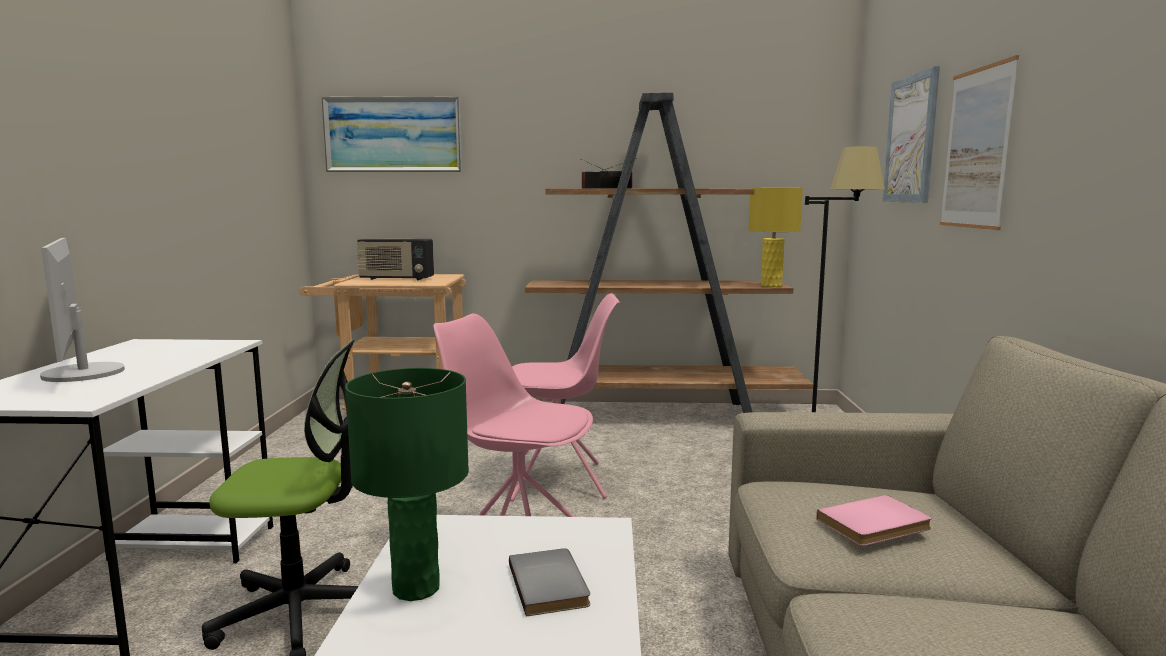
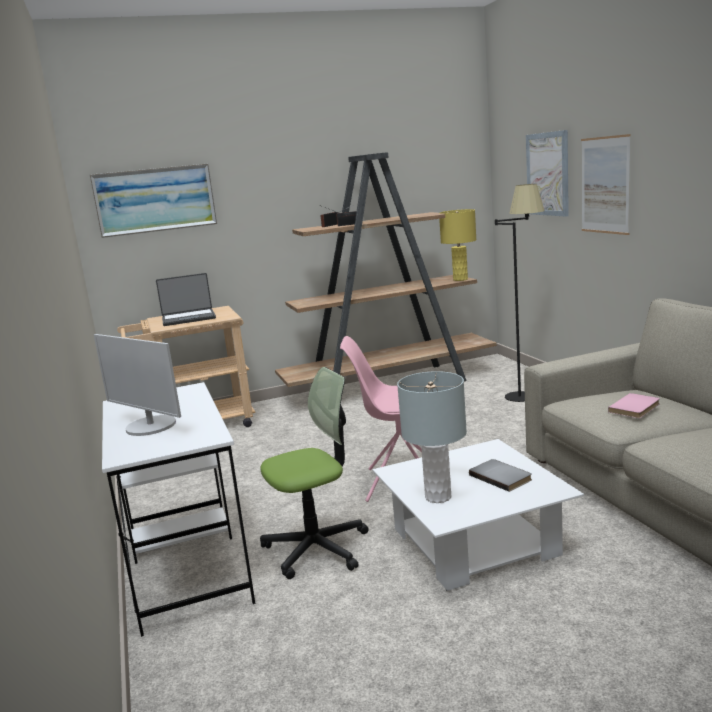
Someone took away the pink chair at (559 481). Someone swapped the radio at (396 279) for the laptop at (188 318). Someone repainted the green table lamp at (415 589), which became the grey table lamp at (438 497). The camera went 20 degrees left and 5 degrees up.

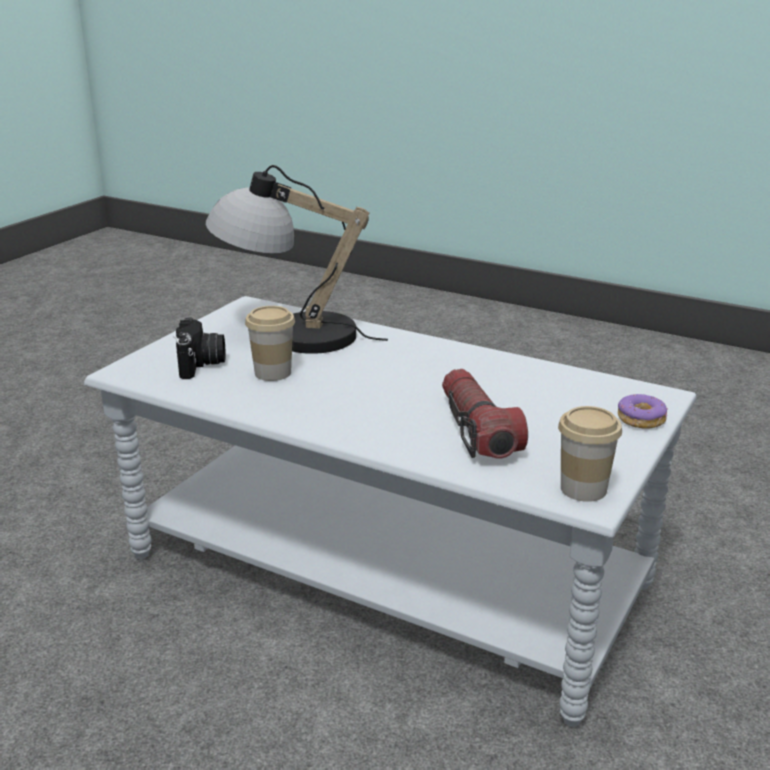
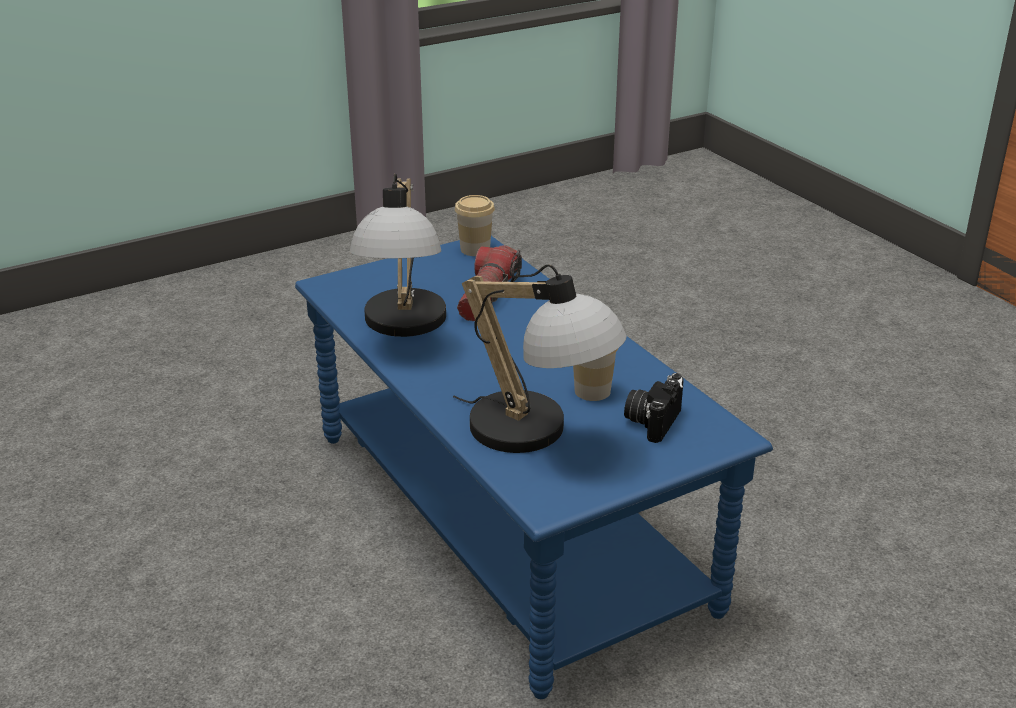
Someone took away the donut at (641 419). Someone put down the table lamp at (404 328). Someone repainted the grey coffee table at (386 572), which became the blue coffee table at (507 519). The camera went 150 degrees left and 5 degrees up.

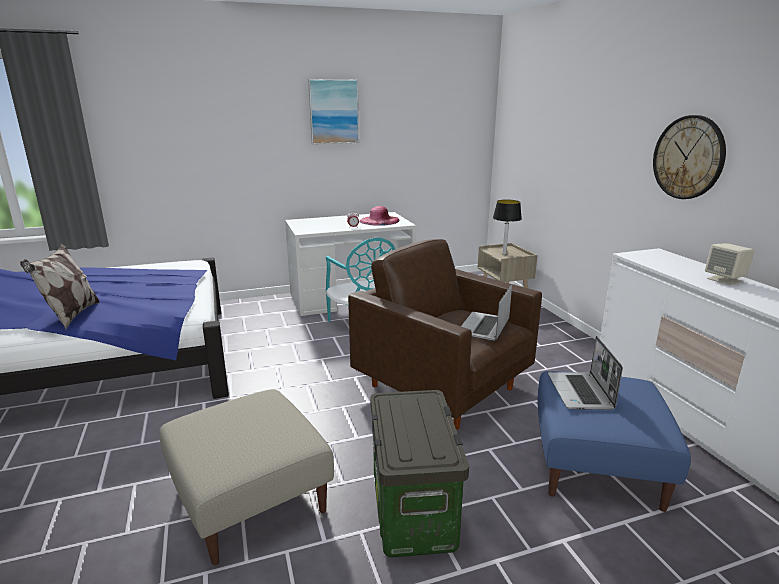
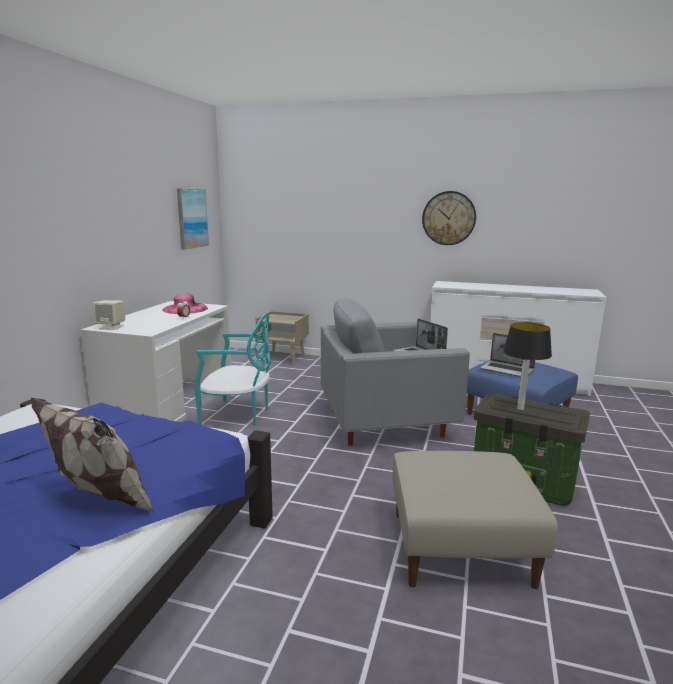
Someone carried the picture from (334 111) to (192 218). Someone carried the table lamp from (503 254) to (520 409). Someone carried the beige speaker from (725 280) to (111 327). Someone repainted the brown armchair at (443 388), which became the grey armchair at (386 422). The camera went 55 degrees left and 5 degrees down.

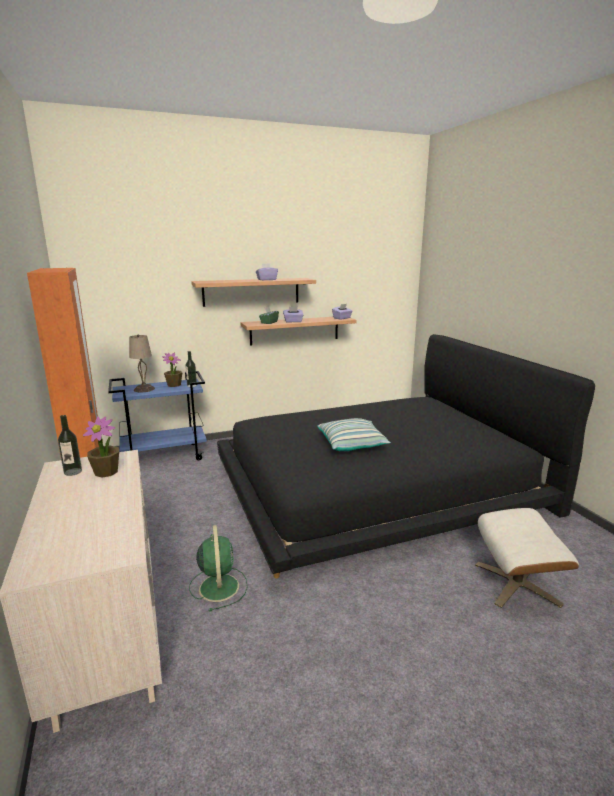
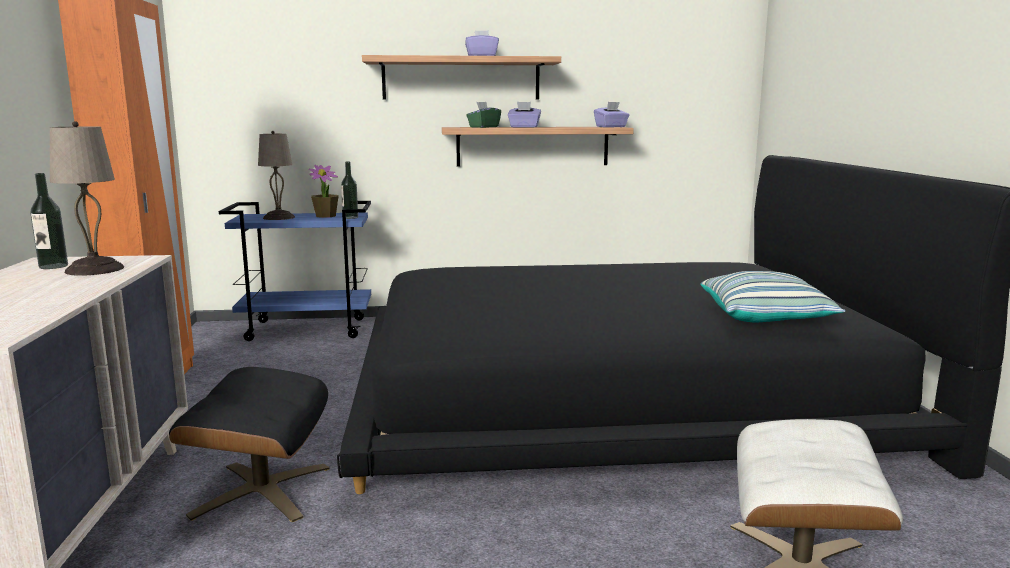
Someone carried the pillow from (352 444) to (766 317). Someone swapped the potted plant at (106 472) for the beige table lamp at (96 269). Someone swapped the green fan at (219 586) for the black ottoman at (261 491). The camera went 15 degrees right and 5 degrees down.

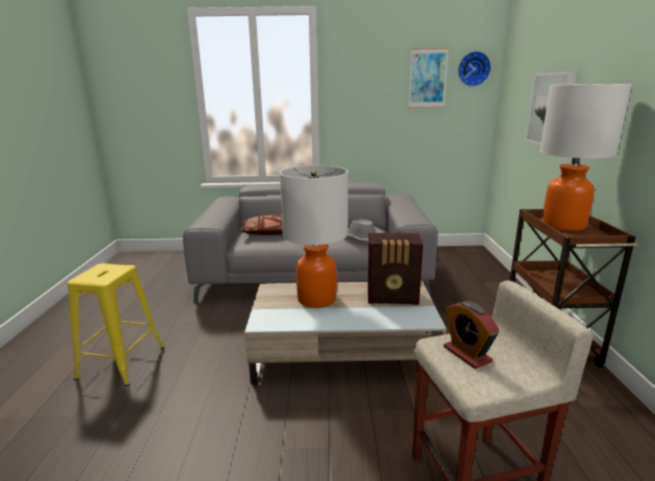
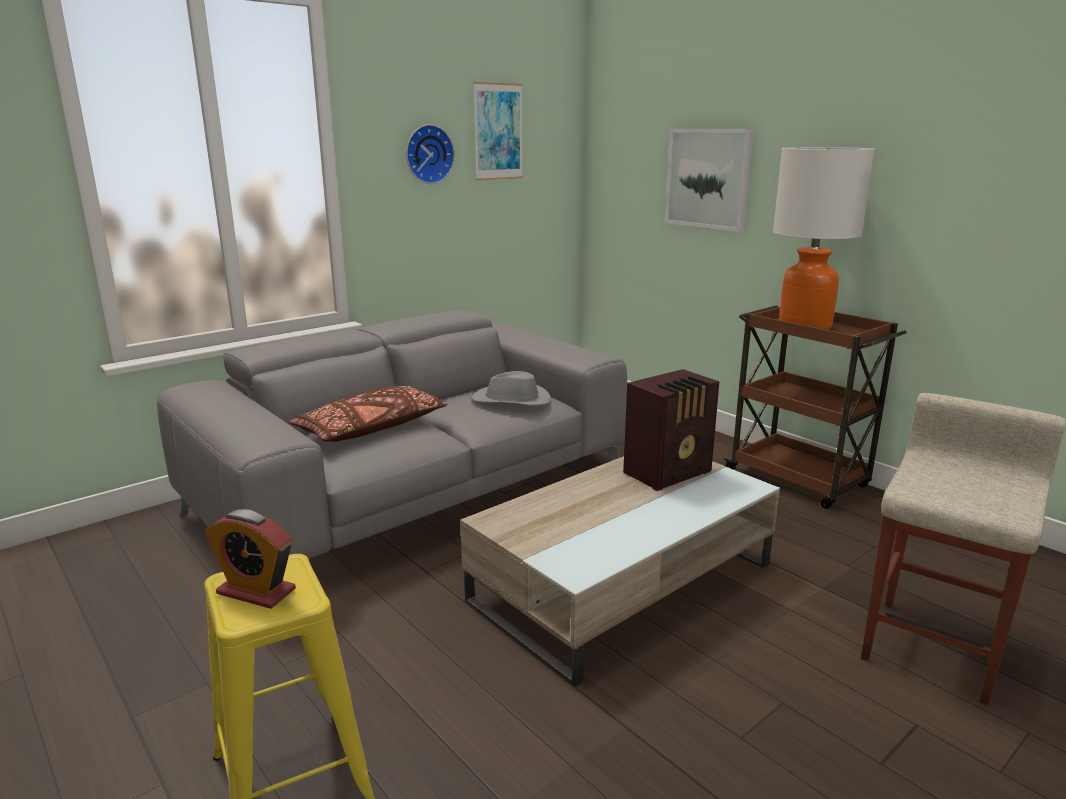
Someone took away the table lamp at (317 299). Someone carried the alarm clock from (467 354) to (256 591). Someone carried the wall clock from (473 69) to (428 154). The camera went 40 degrees left and 0 degrees up.

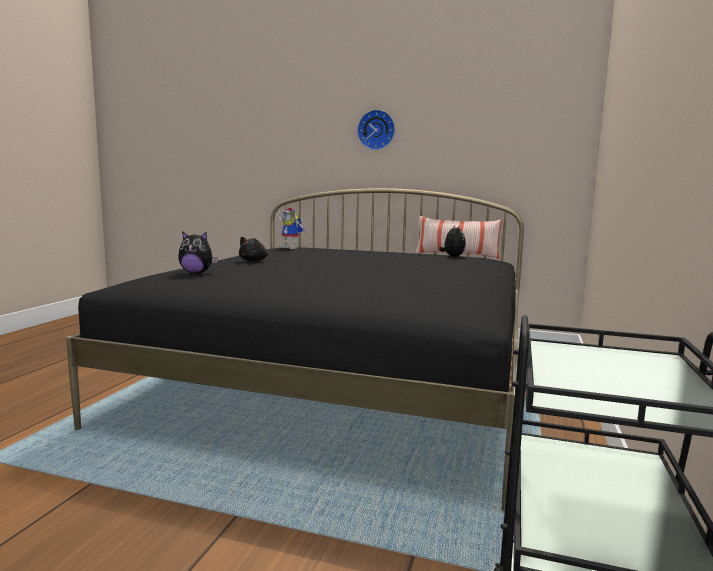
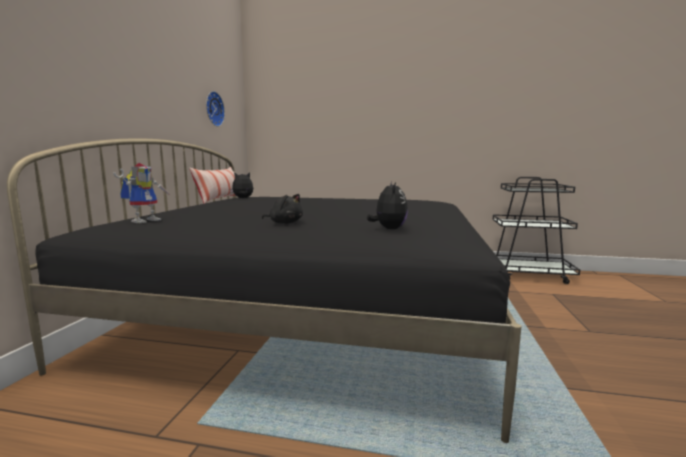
Someone carried the wall clock from (376 130) to (213 109). The camera went 95 degrees left and 0 degrees up.

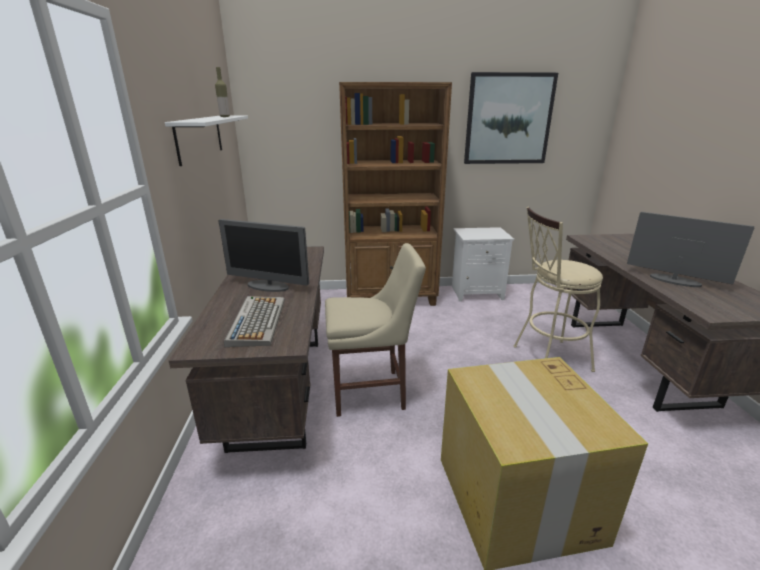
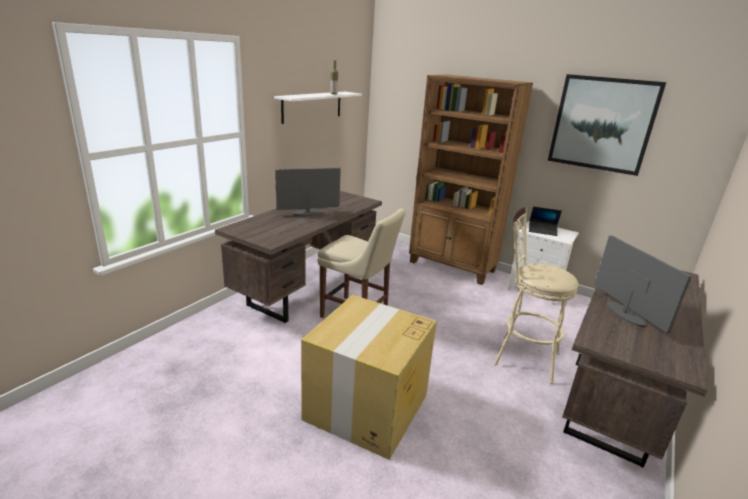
Someone took away the keyboard at (257 321). Someone put down the laptop at (542 231). Someone rotated the monitor at (268 286) by 105 degrees clockwise. The camera went 35 degrees right and 0 degrees up.

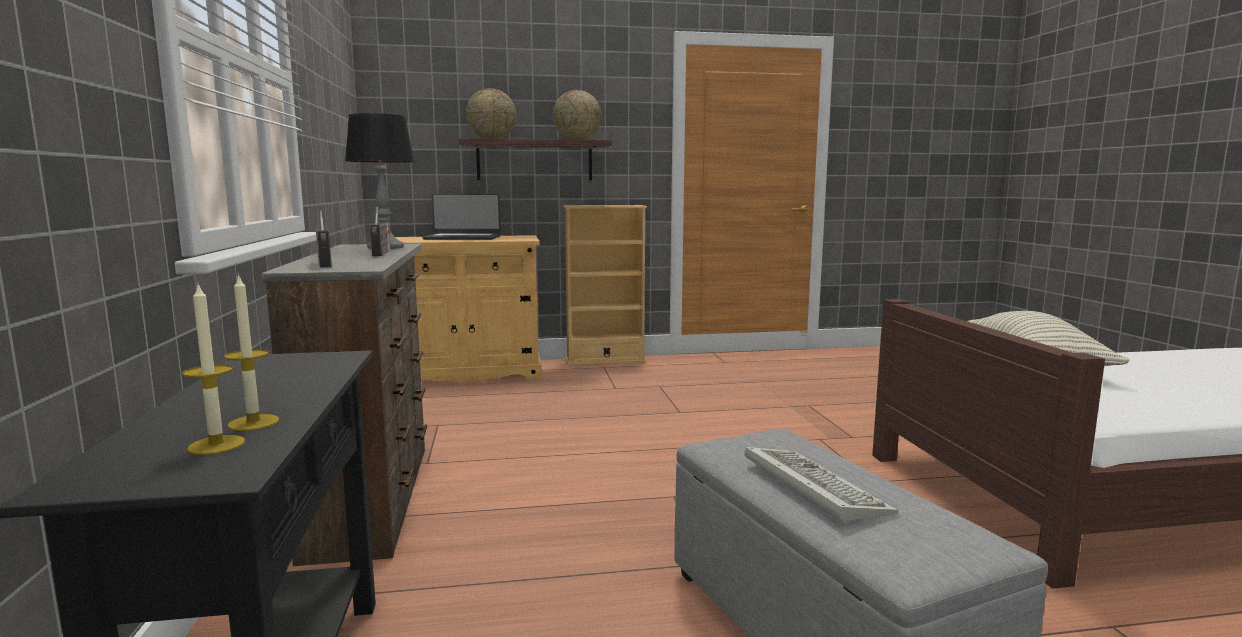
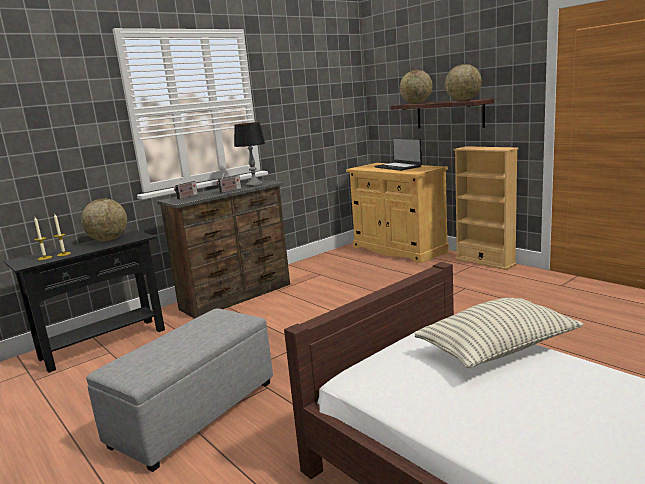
Someone took away the keyboard at (809 487). Someone put down the globe at (108 240). The camera went 60 degrees right and 5 degrees up.

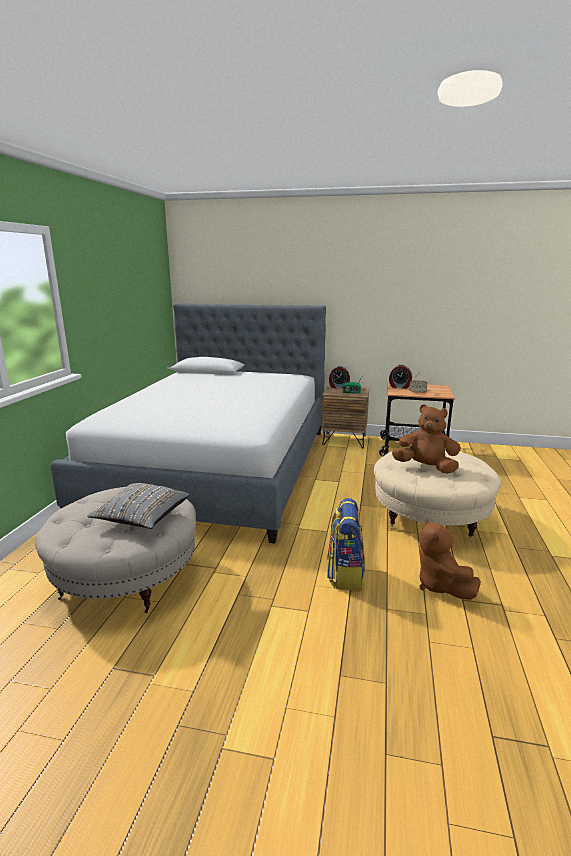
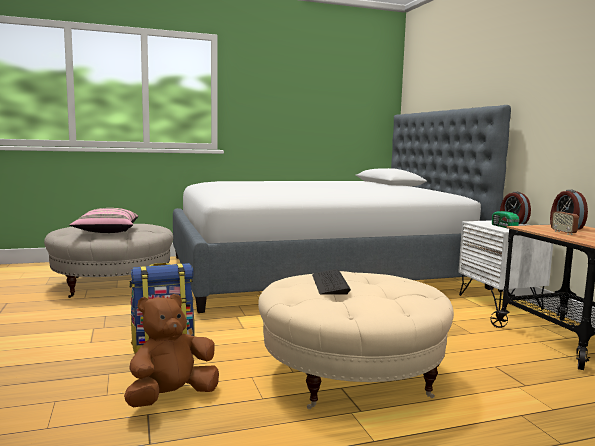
Someone swapped the brown plush toy at (425 467) for the keyboard at (330 283). Someone repainted the grey pillow at (142 518), which became the pink pillow at (106 232). Someone repainted the brown nightstand at (344 440), which became the white nightstand at (500 302). The camera went 60 degrees right and 10 degrees down.

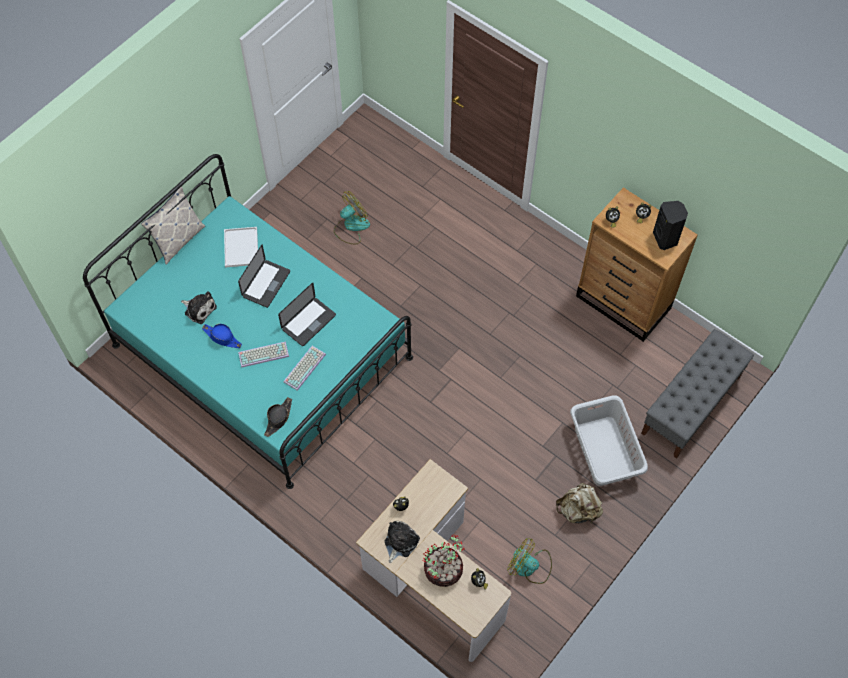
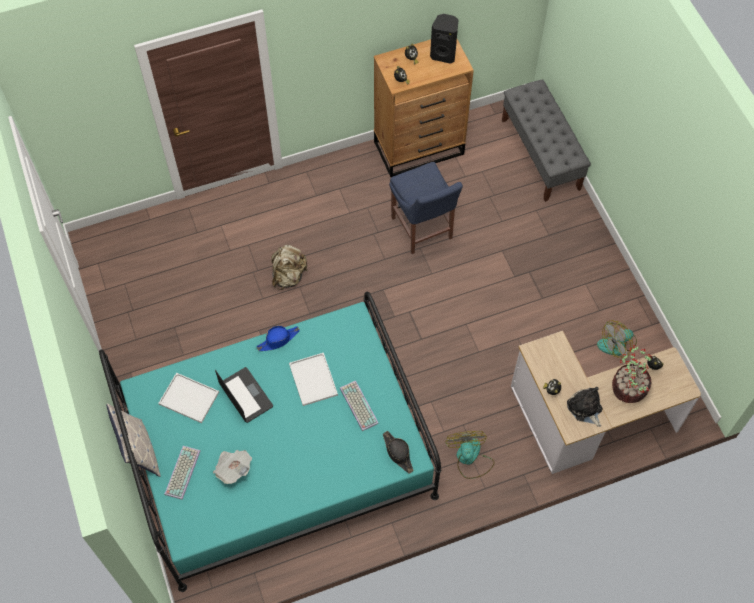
Someone took away the grey laundry basket at (604 451). Someone put down the blue chair at (422 230). Someone carried the blue hat from (222 338) to (278 340). Someone carried the keyboard from (264 353) to (182 471). Someone carried the fan from (351 227) to (469 458). Someone carried the beige backpack from (578 510) to (289 276). Someone swapped the plush toy at (199 309) for the newspaper at (233 468). Someone swapped the laptop at (308 322) for the white tray at (312 379). The camera went 60 degrees left and 0 degrees up.

